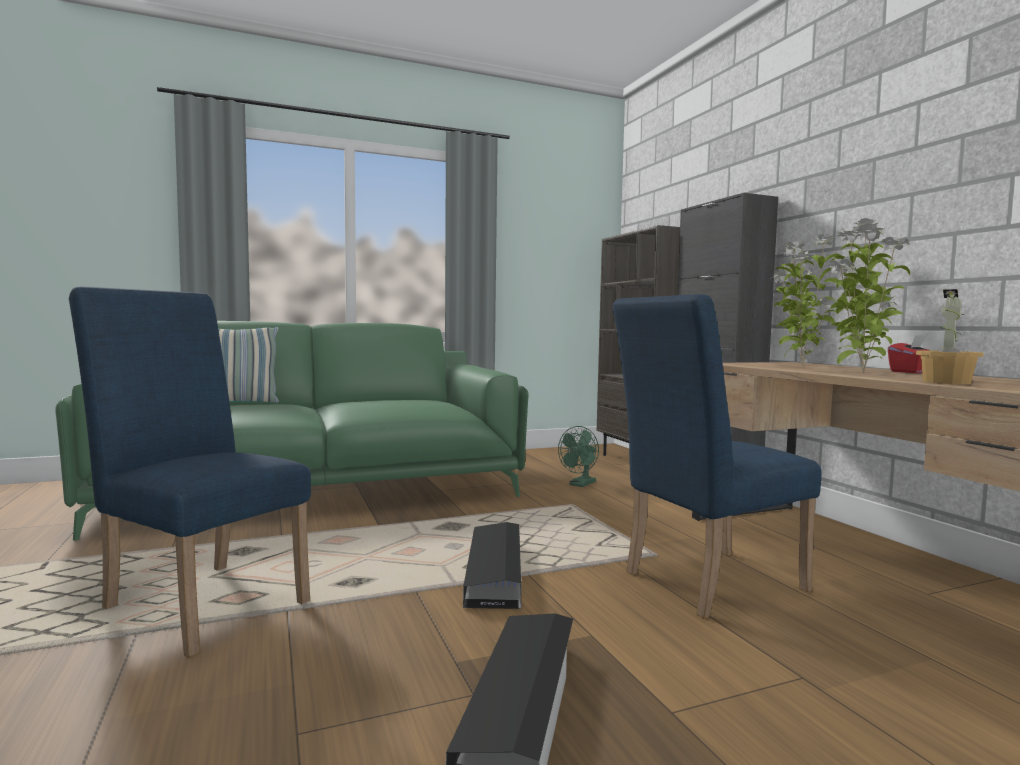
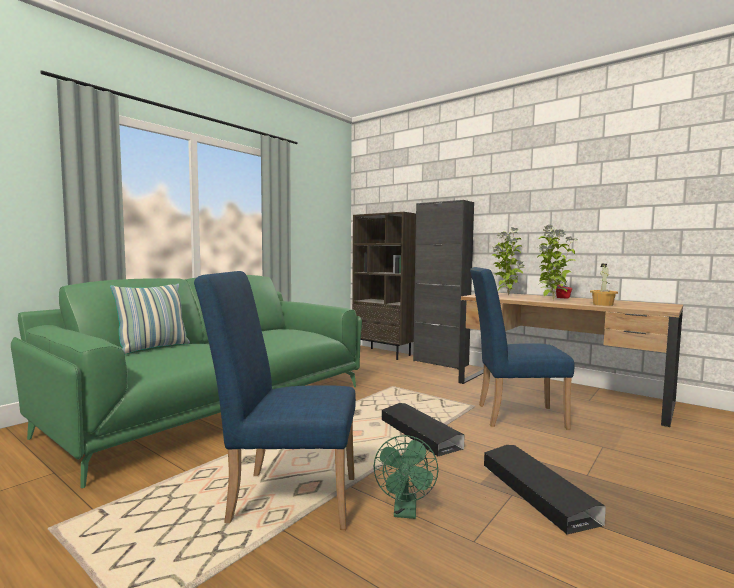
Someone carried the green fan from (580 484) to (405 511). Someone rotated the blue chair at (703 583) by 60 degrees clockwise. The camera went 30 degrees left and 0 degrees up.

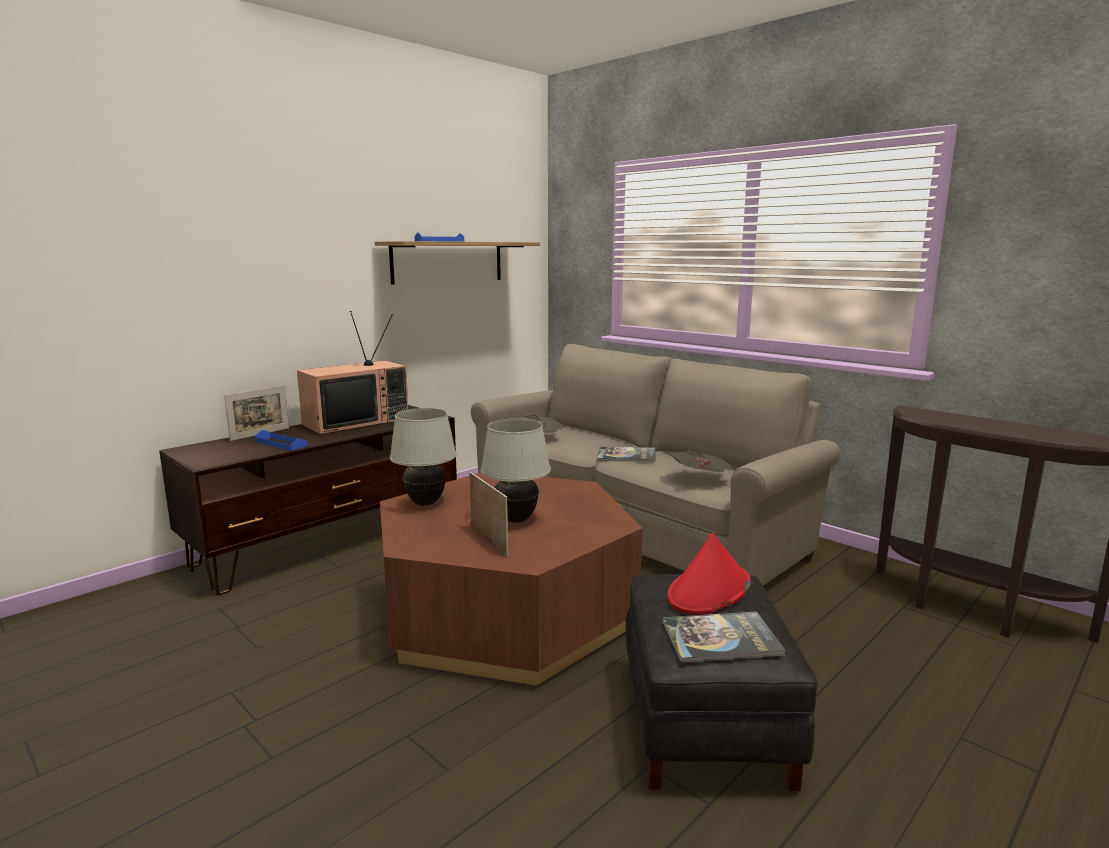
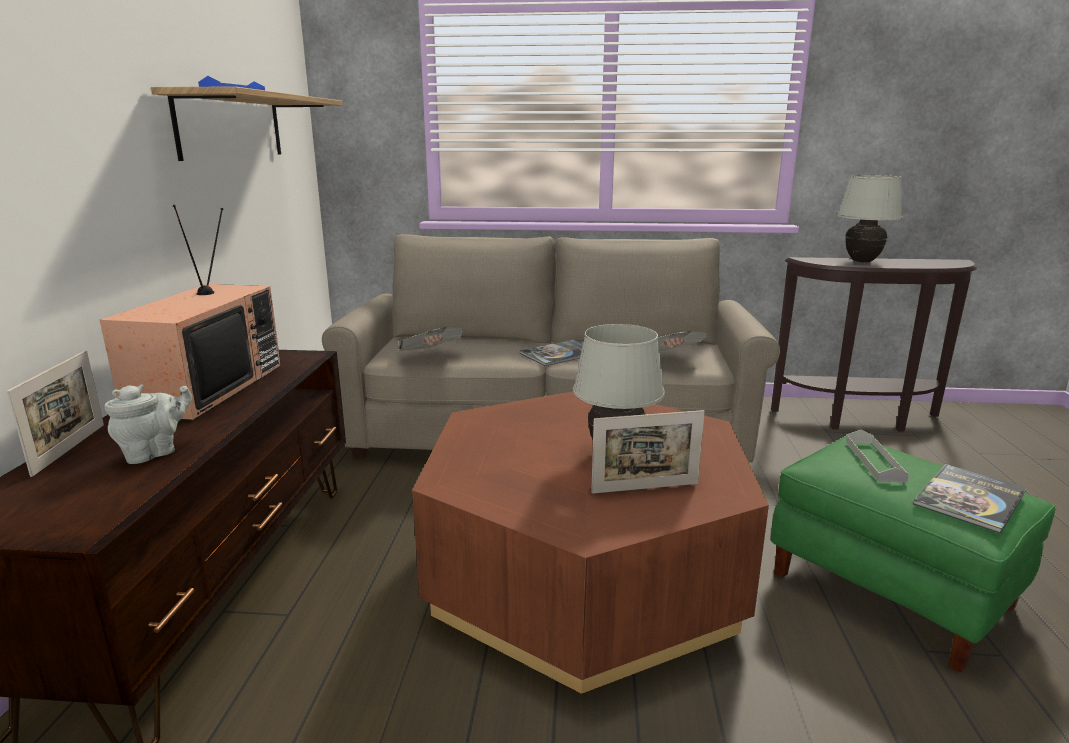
Someone carried the white table lamp from (425 503) to (862 261). Someone swapped the blue tray at (280 443) for the grey teapot at (155 452). Someone swapped the red hat at (709 591) for the grey tray at (874 461). Someone repainted the black ottoman at (706 723), which became the green ottoman at (891 589). Someone rotated the picture frame at (488 541) by 150 degrees clockwise. The camera went 40 degrees left and 5 degrees up.

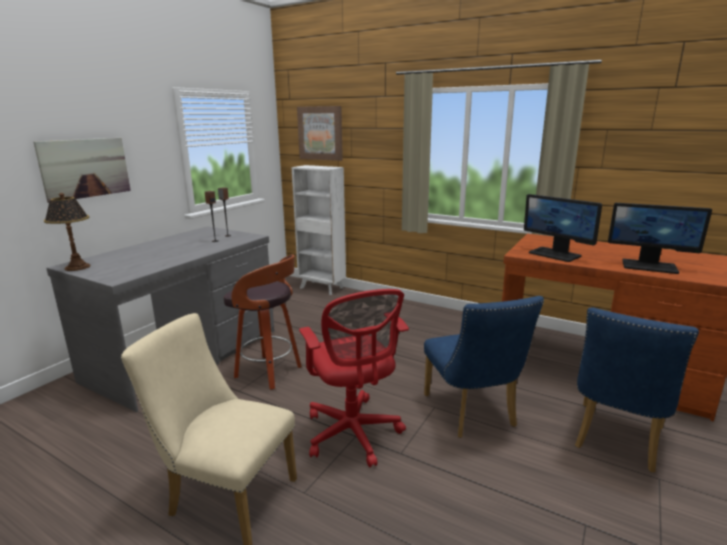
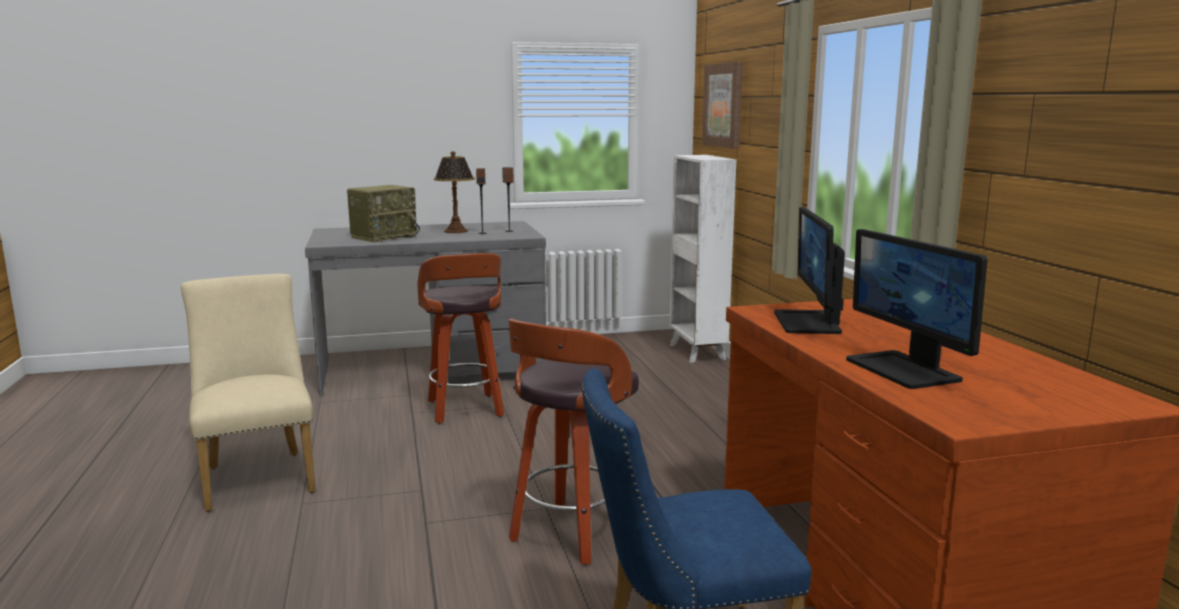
Someone took away the picture at (85 168). Someone took away the red office chair at (354 435). Someone put down the radio at (384 237). Someone carried the table lamp from (77 267) to (456 231). Someone swapped the blue chair at (472 414) for the stool at (569 534). The camera went 45 degrees right and 5 degrees down.

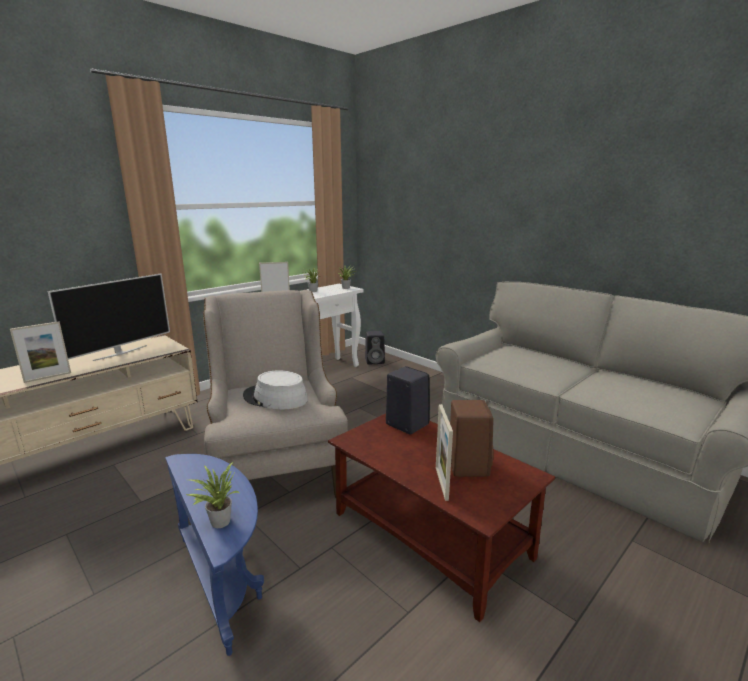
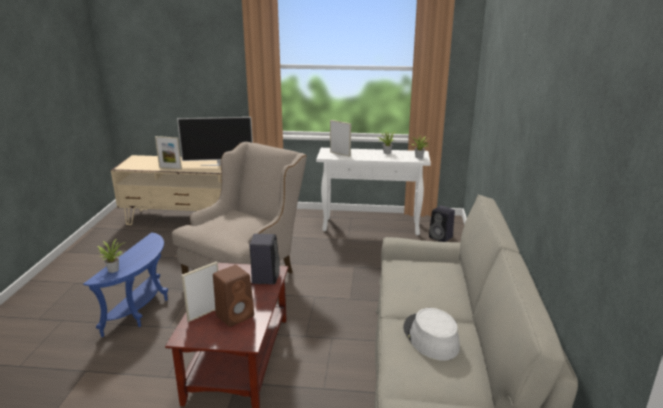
Someone carried the grey hat from (275 398) to (430 337). The camera went 50 degrees right and 5 degrees up.

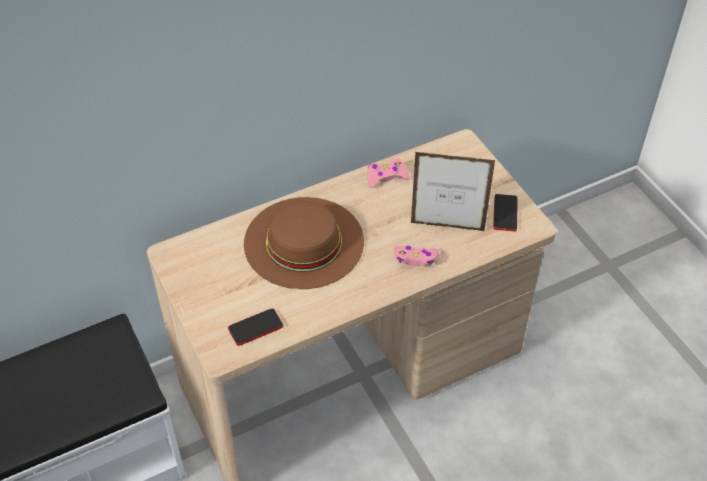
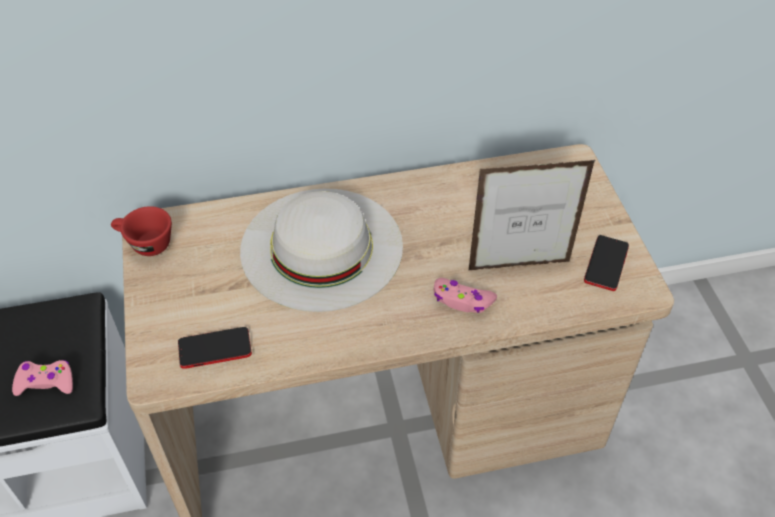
Someone put down the red cup at (145 244). Someone carried the pink game controller from (386 177) to (46 382). Someone repainted the brown hat at (303 242), which became the white hat at (321 247). Someone rotated the picture frame at (447 227) by 150 degrees clockwise. The camera went 15 degrees right and 0 degrees up.

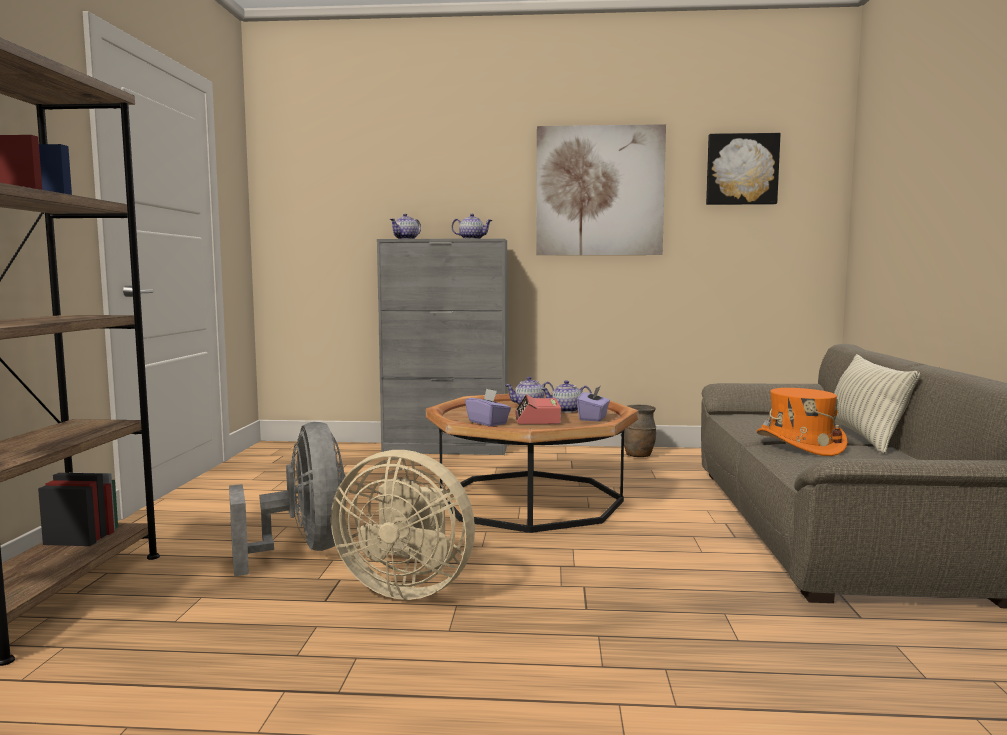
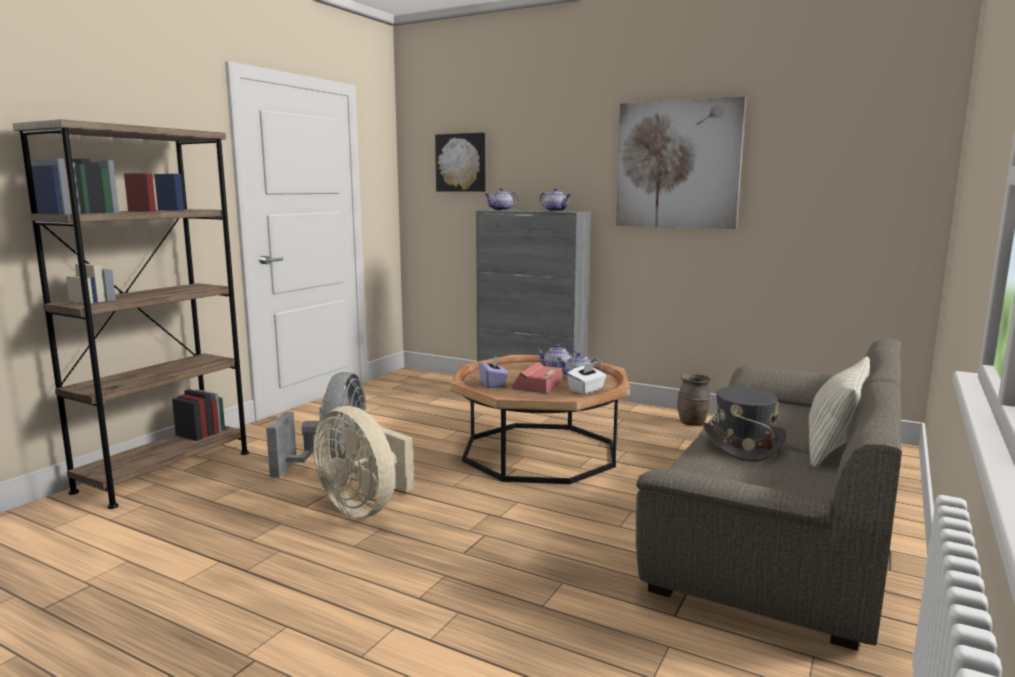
Someone carried the picture from (741 169) to (461 162). Someone repainted the purple tissue box at (593 418), which became the white tissue box at (586 390). Someone repainted the orange hat at (799 445), which became the grey hat at (742 445). The camera went 25 degrees right and 5 degrees up.

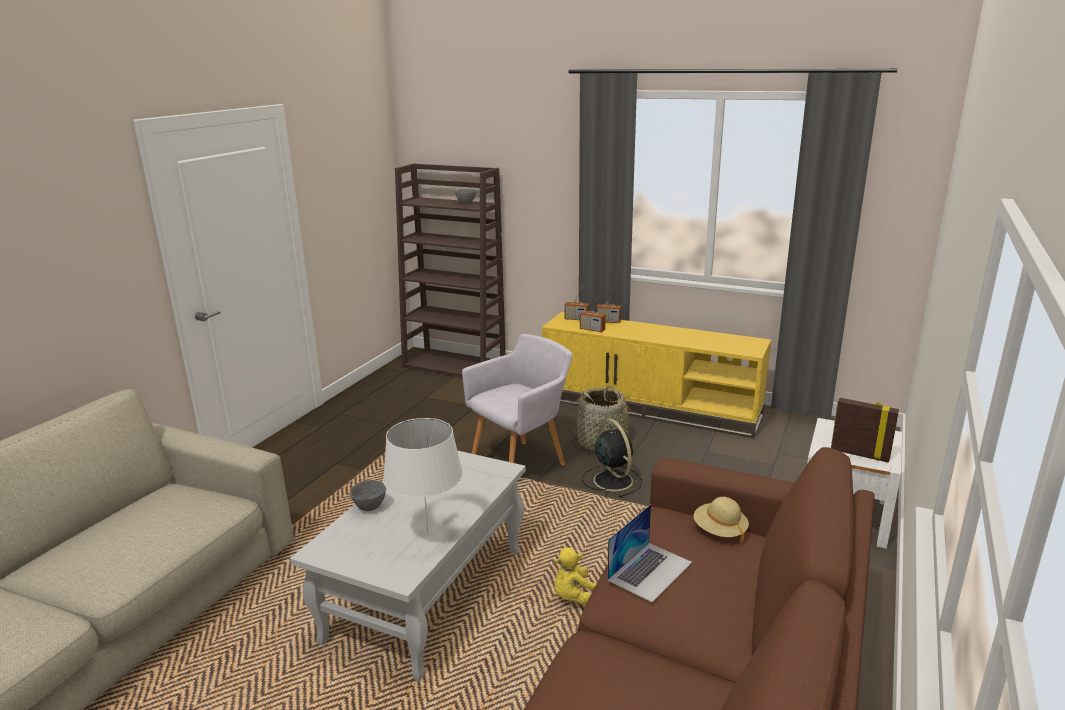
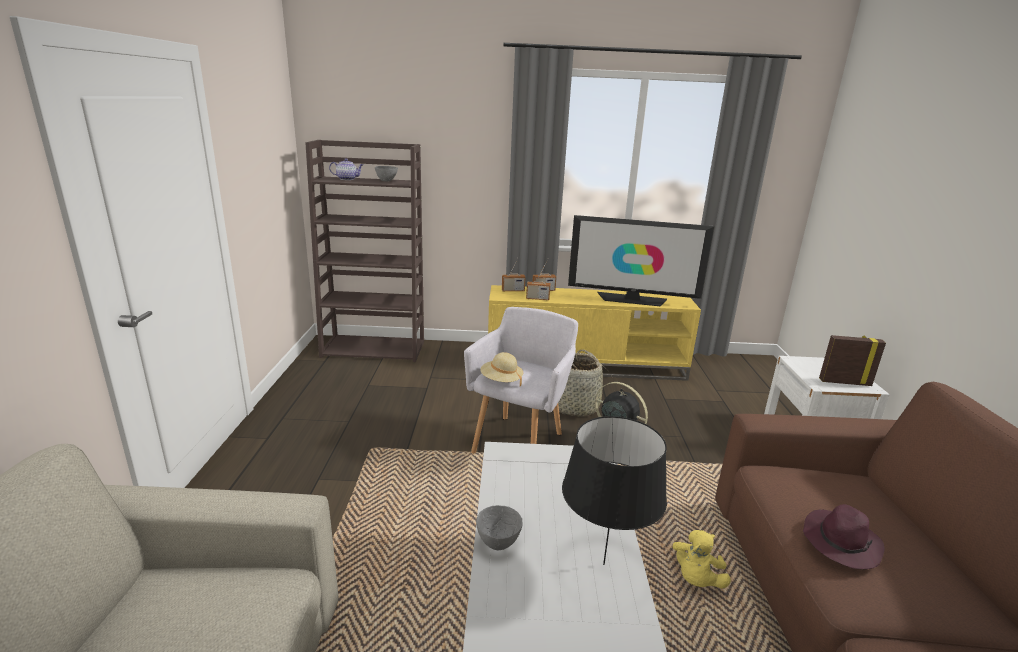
Someone put down the teapot at (347 179). Someone put down the television at (632 299). Someone carried the beige hat from (719 531) to (501 381). Someone swapped the laptop at (650 571) for the purple hat at (840 542). Someone repainted the white table lamp at (428 535), which became the black table lamp at (604 564). The camera went 25 degrees left and 0 degrees up.

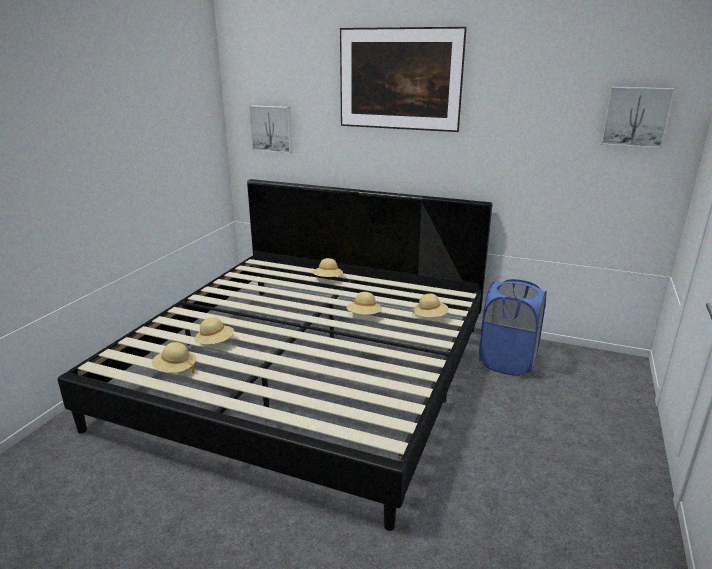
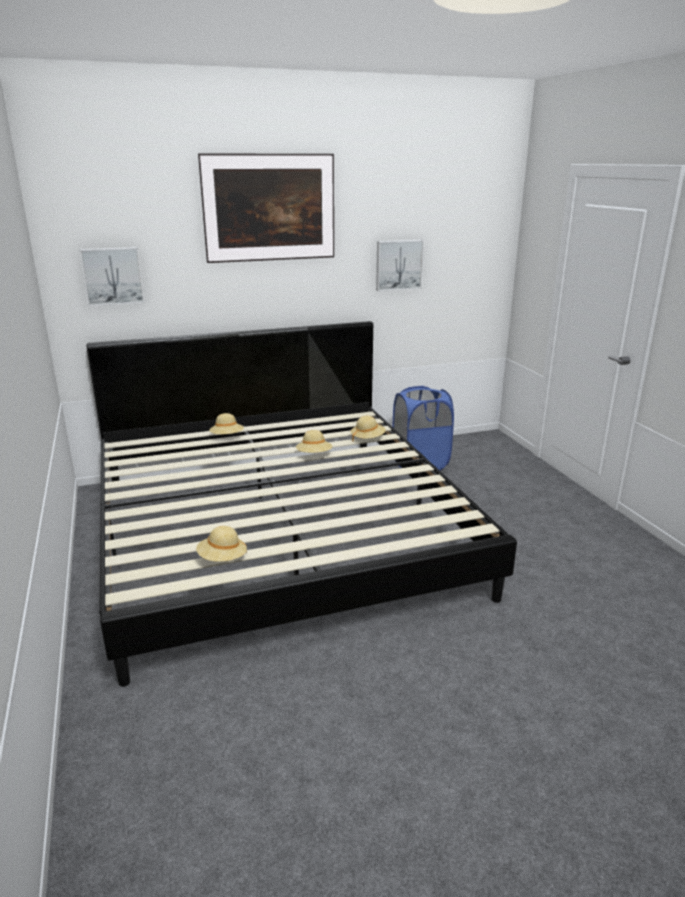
Someone took away the beige hat at (215 343). Someone carried the picture from (636 117) to (398 265). The camera went 40 degrees left and 0 degrees up.

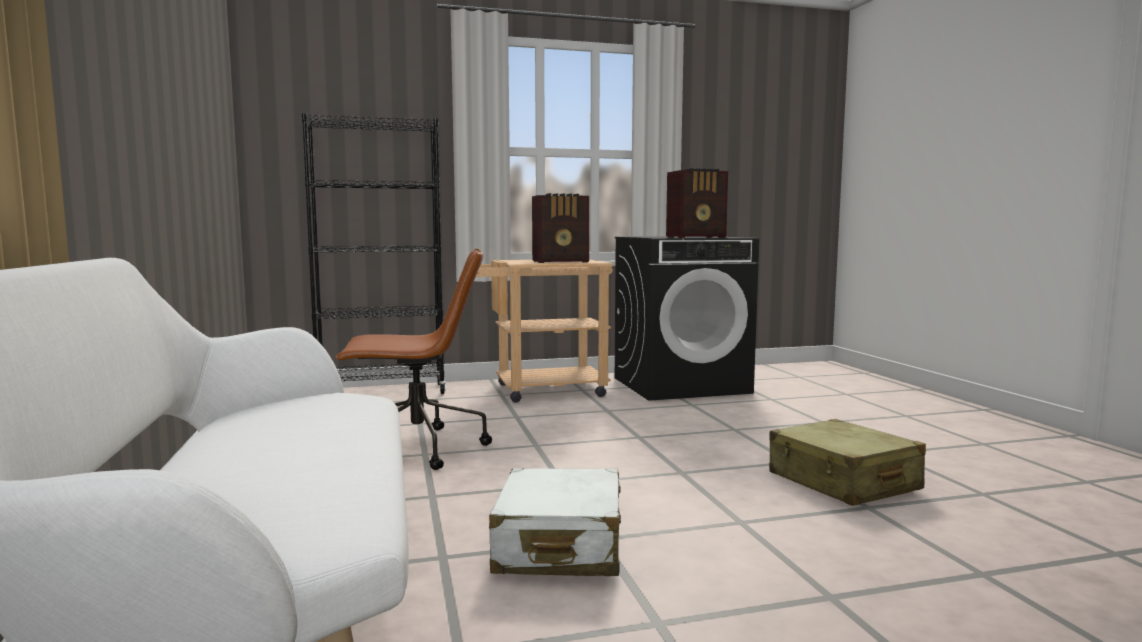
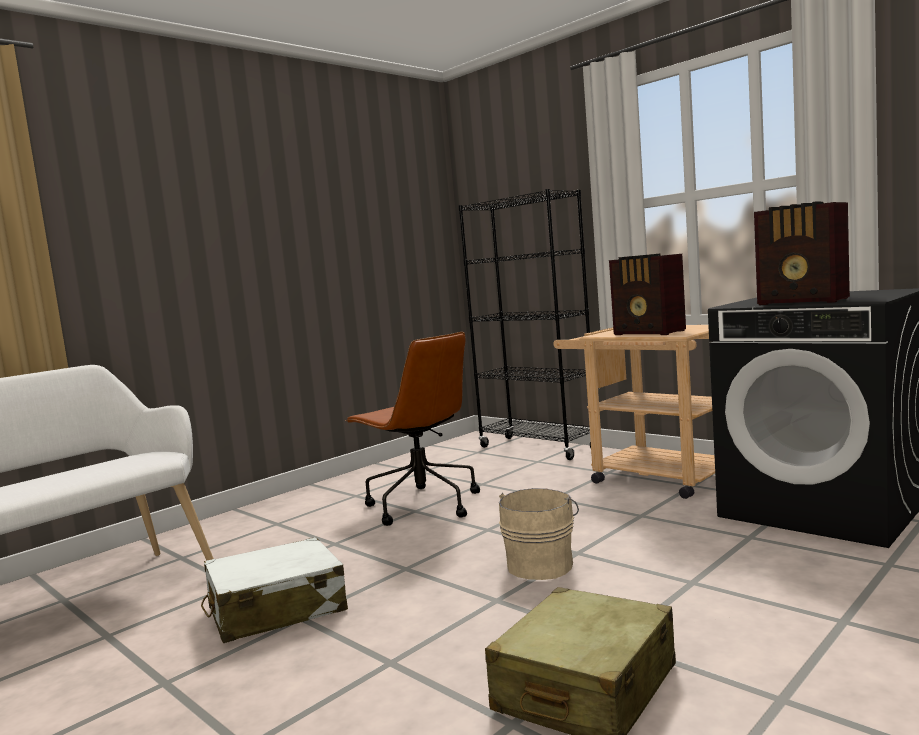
Someone put down the beige bucket at (541 564). The camera went 60 degrees right and 0 degrees up.

